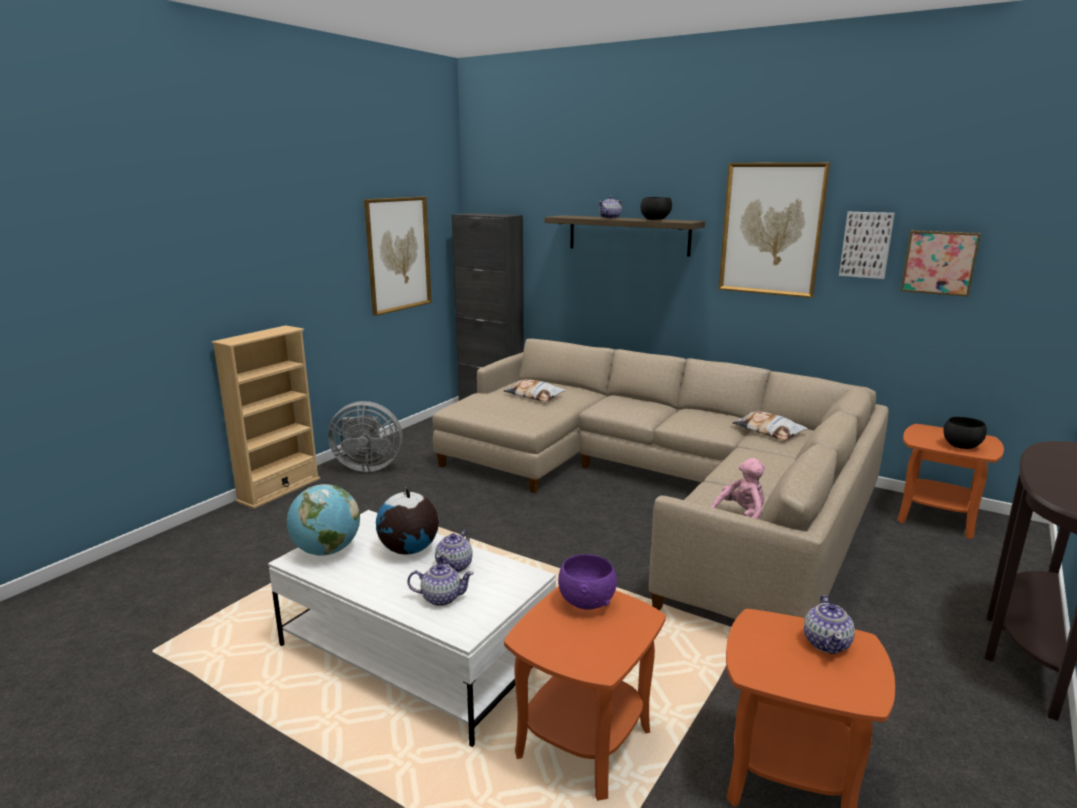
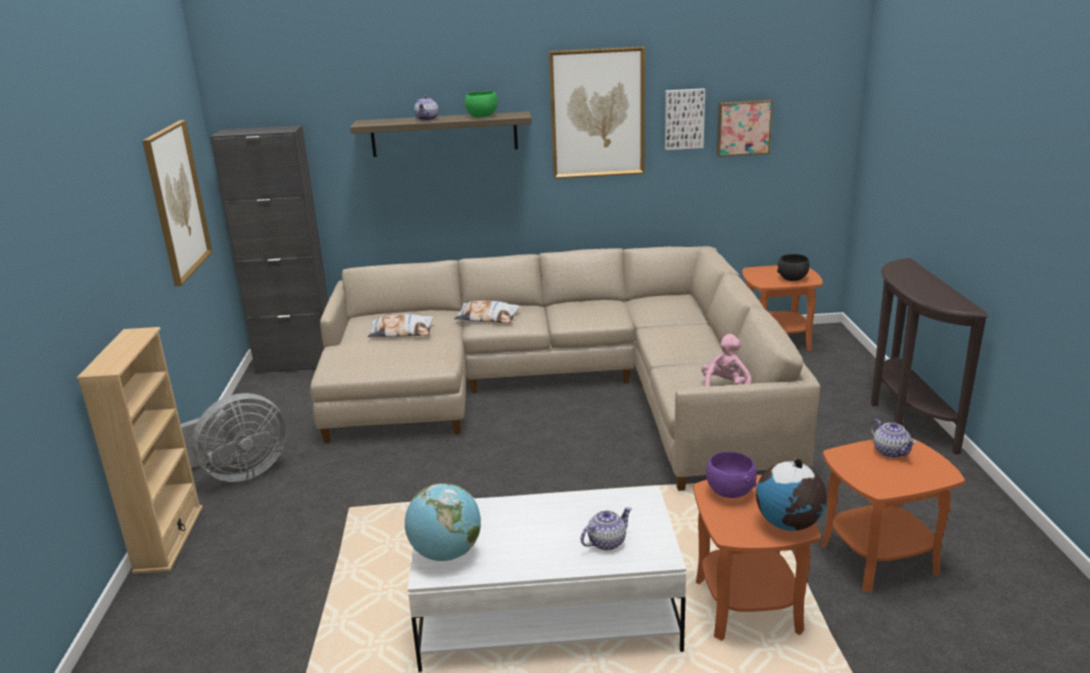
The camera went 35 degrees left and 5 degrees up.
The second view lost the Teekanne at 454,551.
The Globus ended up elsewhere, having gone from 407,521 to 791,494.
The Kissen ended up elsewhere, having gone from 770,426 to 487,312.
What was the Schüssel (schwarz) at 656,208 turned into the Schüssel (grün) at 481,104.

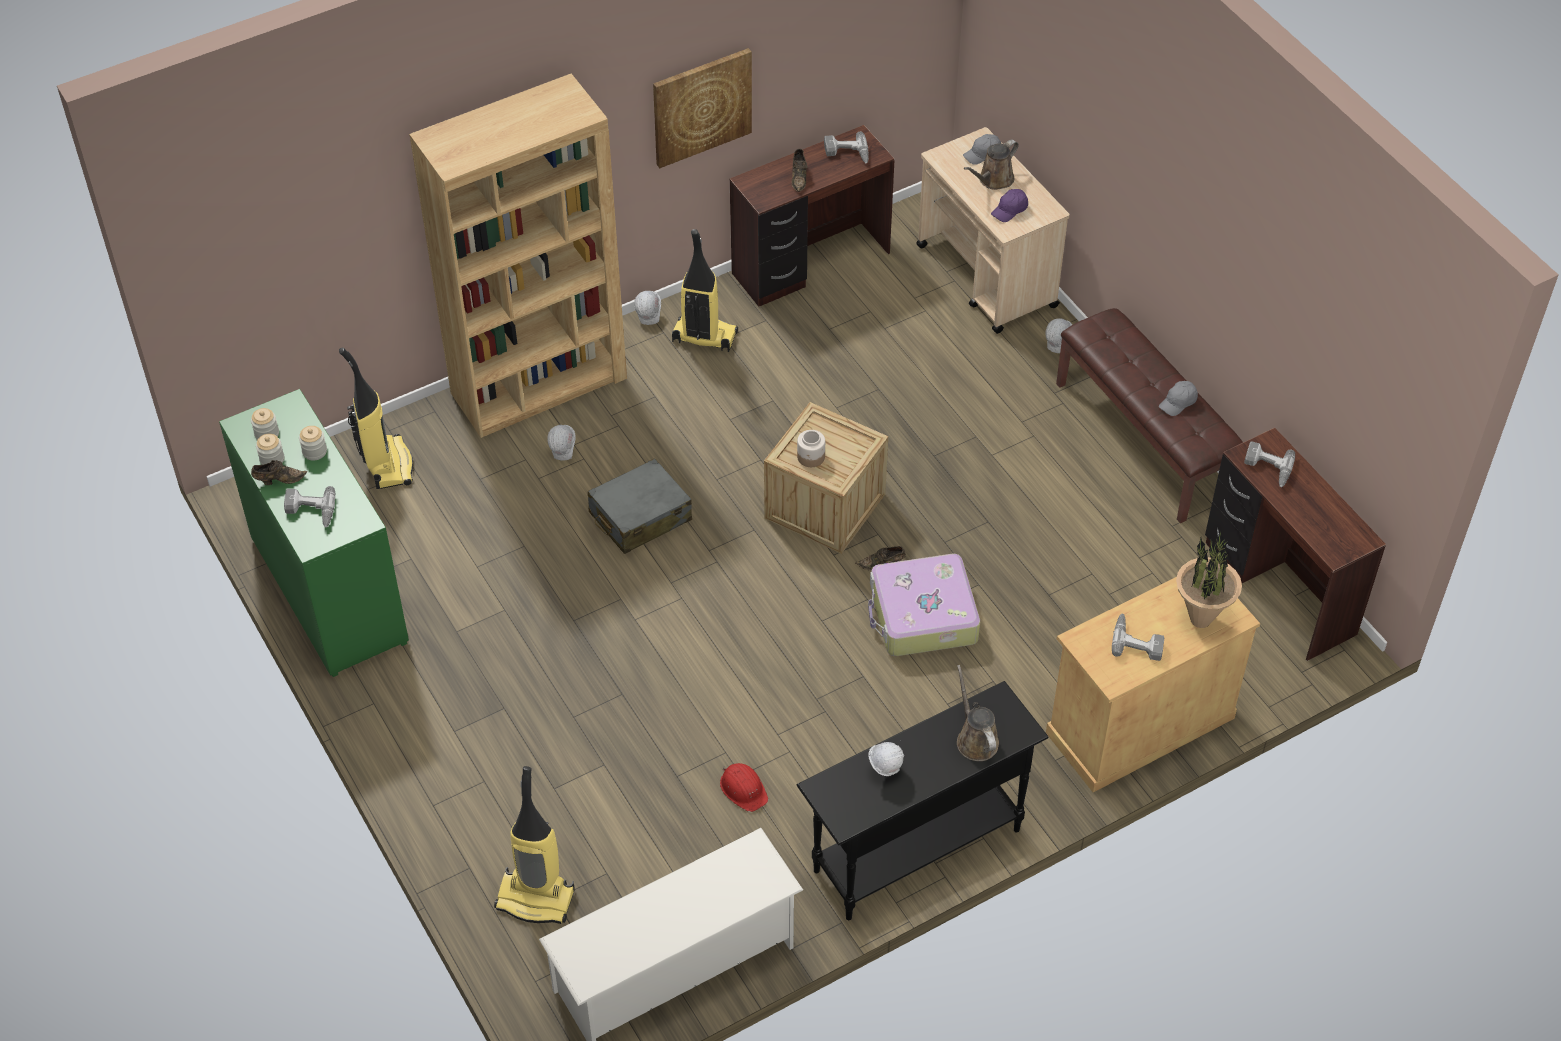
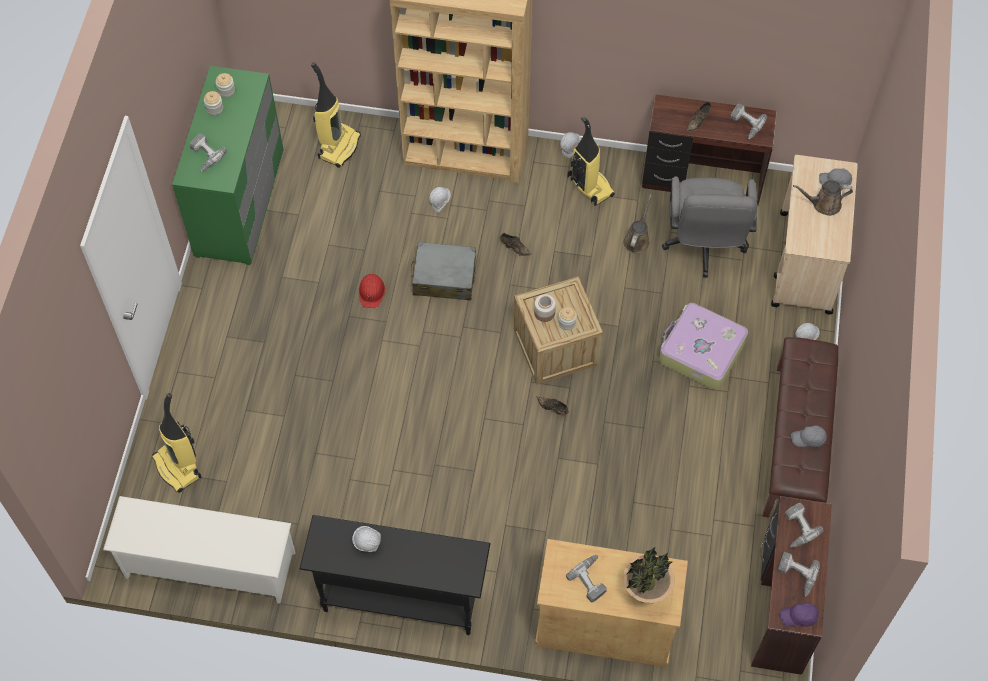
The camera went 40 degrees right and 10 degrees up.
The second view lost the Bild at 702,108.
The second view gained the Bürostuhl (grau) at 710,226.
The second view gained the Bohrmaschine at 799,574.
The Schuh (braun) ended up elsewhere, having gone from 279,472 to 516,244.
The Vorratsglas ended up elsewhere, having gone from 313,443 to 567,318.
The Schutzhelm (rot) ended up elsewhere, having gone from 744,787 to 372,290.
The Koffer ended up elsewhere, having gone from 924,605 to 703,346.
The Gießkanne (braun) ended up elsewhere, having gone from 978,713 to 637,223.
The Kappe (lila) ended up elsewhere, having gone from 1009,205 to 799,614.

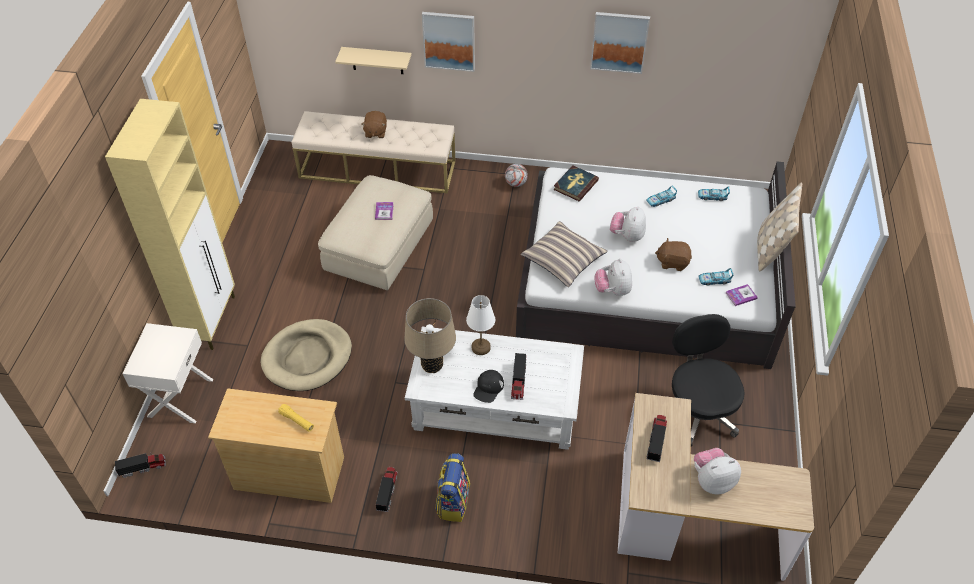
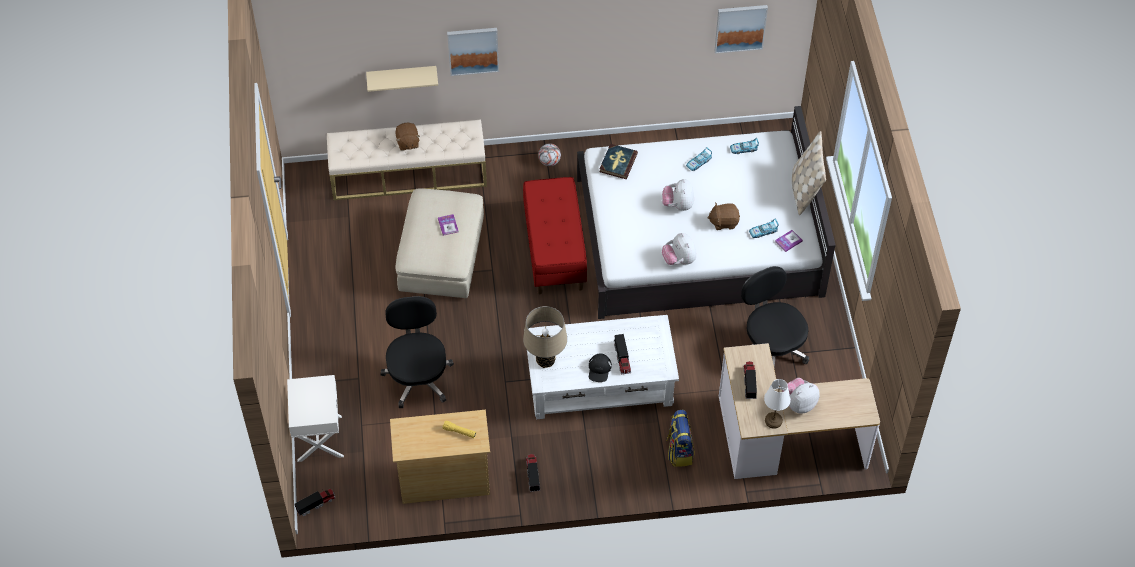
The camera went 15 degrees left and 5 degrees up.
The second view lost the Schrank (beige) at 170,224.
The second view lost the Kissen at 564,254.
The second view gained the Bank (rot) at 555,235.
The Rucksack ended up elsewhere, having gone from 453,487 to 680,438.
The Tischlampe (weiß) ended up elsewhere, having gone from 480,325 to 777,404.
The Bild ended up elsewhere, having gone from 620,43 to 741,29.
Where the Hundebett (beige) stood at 306,355, the Bürostuhl (schwarz) came to stand at 417,352.

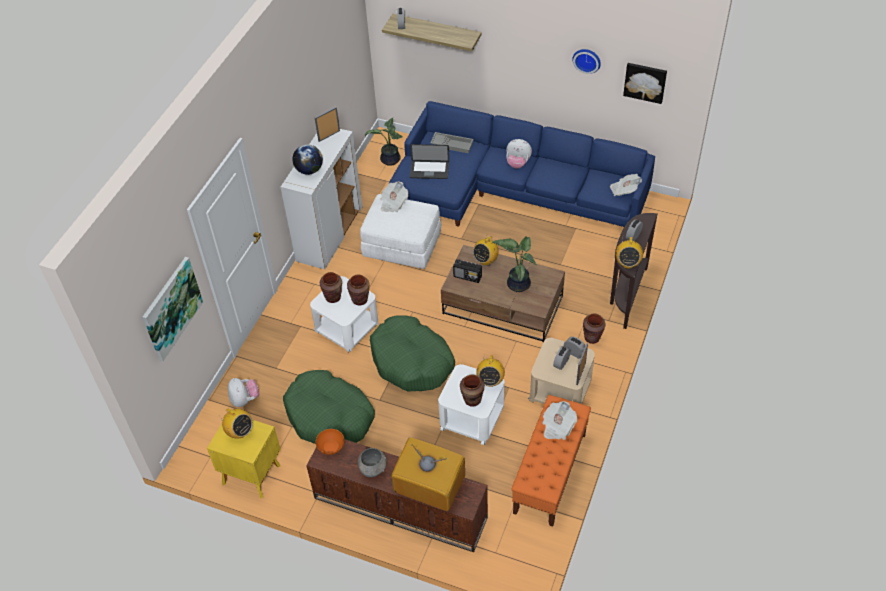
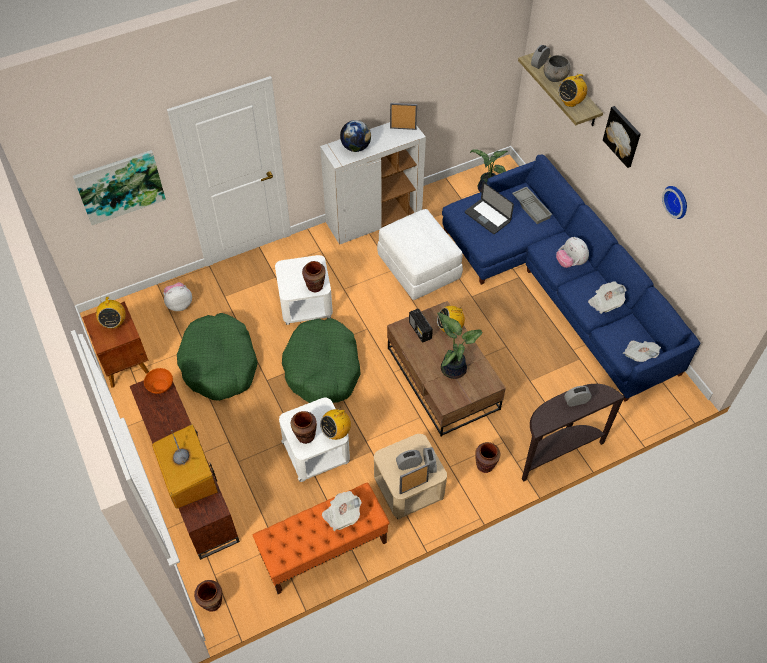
The camera went 40 degrees right and 5 degrees up.
The Vase (braun) ended up elsewhere, having gone from 331,287 to 208,596.
The Schüssel (grau) ended up elsewhere, having gone from 372,462 to 557,68.
The Zeitung ended up elsewhere, having gone from 394,196 to 607,297.
The Radio ended up elsewhere, having gone from 629,253 to 573,90.
The Bild ended up elsewhere, having gone from 645,83 to 622,137.
What was the Nachttisch (gelb) at 244,459 turned into the Nachttisch (braun) at 115,344.
The Plüschtier at 243,392 ended up facing another way, 135 degrees counterclockwise from before.

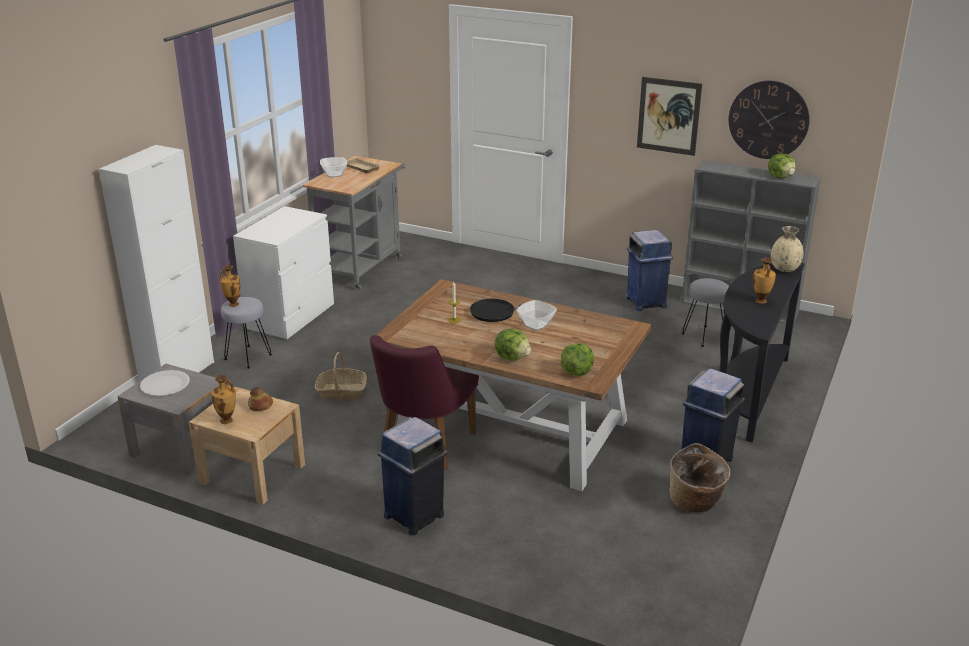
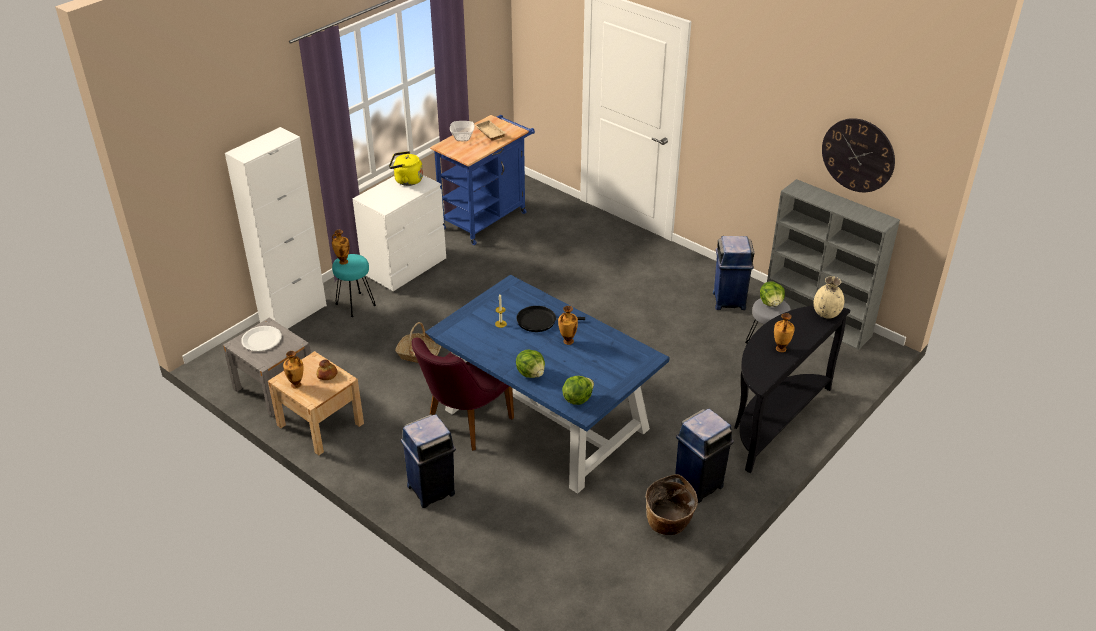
The camera went 15 degrees right and 10 degrees up.
The second view lost the Bild at 669,116.
The second view gained the Wasserkessel (gelb) at 406,168.
The Salatkopf ended up elsewhere, having gone from 782,166 to 772,294.
Where the Schüssel stood at 536,315, the Vase came to stand at 568,325.
What was the Hocker (grau) at 246,333 turned into the Hocker (türkis) at 354,285.
What was the Rollwagen (grau) at 354,223 turned into the Rollwagen (blau) at 482,180.
What was the Esstisch (braun) at 513,385 turned into the Esstisch (blau) at 547,384.

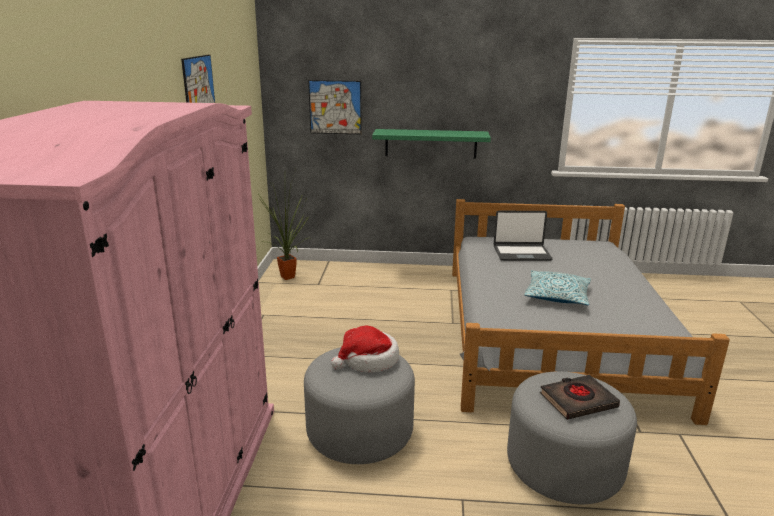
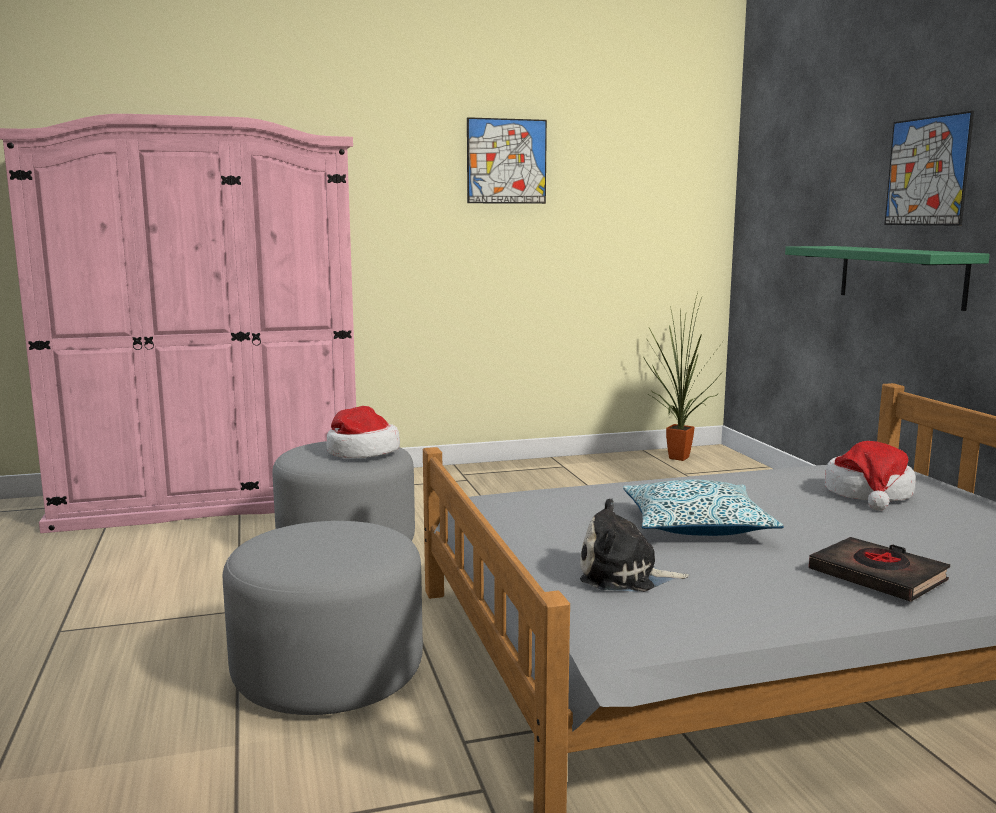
The camera went 70 degrees right and 10 degrees down.
The second view gained the Plüschtier at 634,545.
The Bild ended up elsewhere, having gone from 335,107 to 929,168.
The Buch (schwarz) ended up elsewhere, having gone from 580,397 to 879,569.
Where the Laptop stood at 523,236, the Hut came to stand at 870,475.

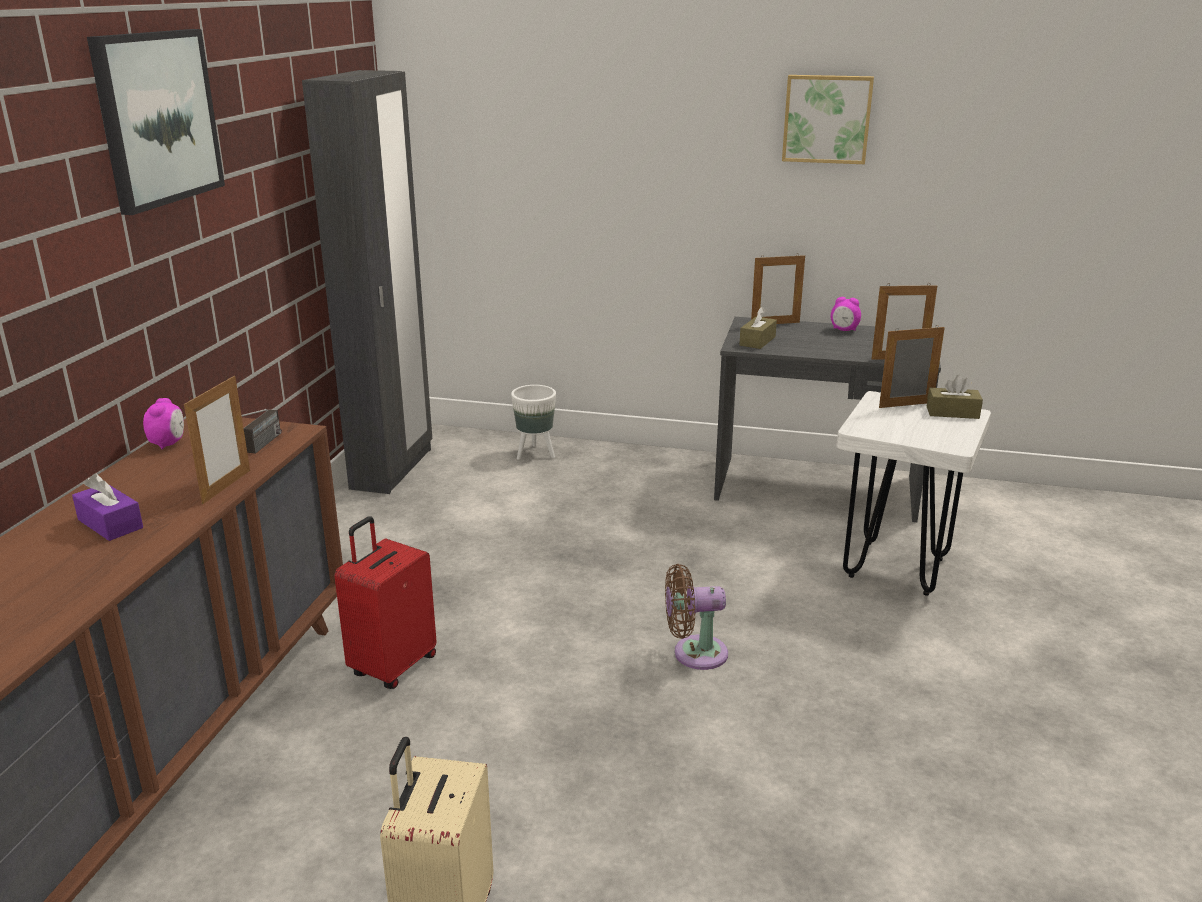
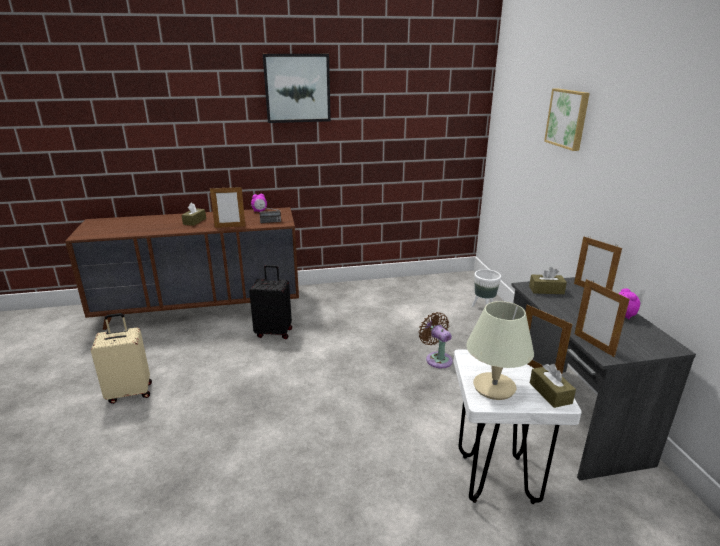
The camera went 65 degrees right and 0 degrees up.
The second view lost the Kleiderschrank (schwarz) at 367,282.
The second view gained the Tischlampe (beige) at 500,350.
The Ventilator (braun) ended up elsewhere, having gone from 696,617 to 436,340.
The Bild ended up elsewhere, having gone from 828,119 to 567,120.
What was the Taschentuchbox (lila) at 107,507 turned into the Taschentuchbox (braun) at 194,214.
What was the Koffer (rot) at 385,602 turned into the Koffer (schwarz) at 270,302.

